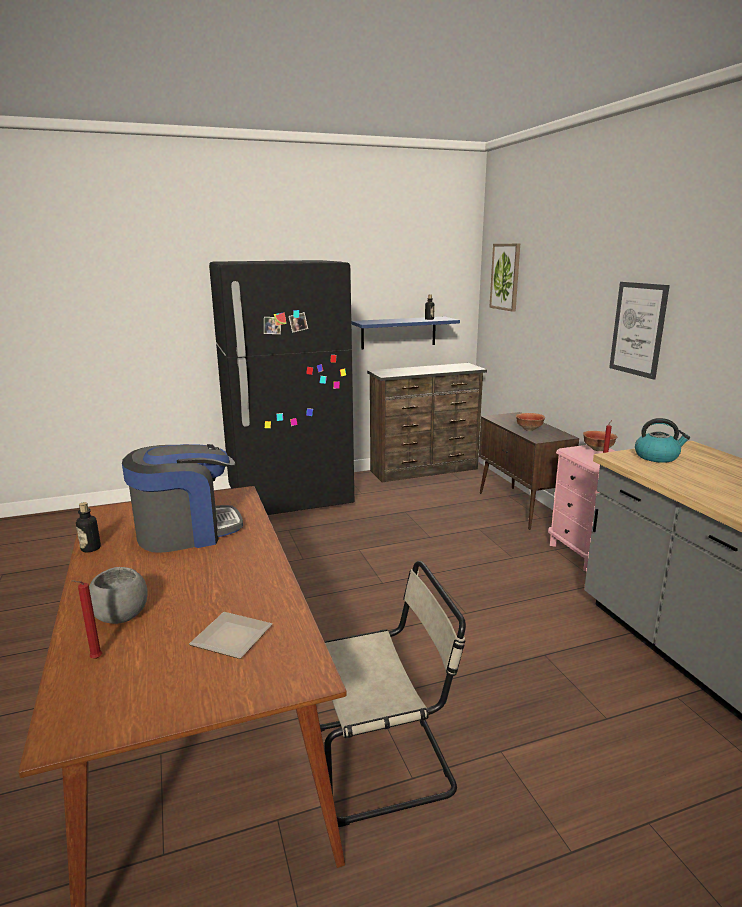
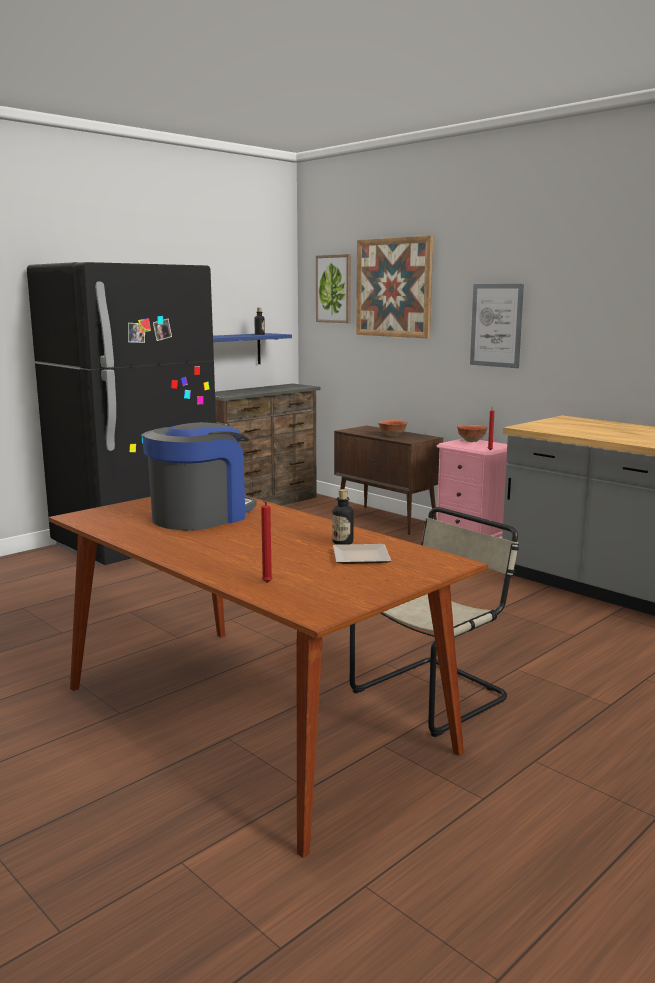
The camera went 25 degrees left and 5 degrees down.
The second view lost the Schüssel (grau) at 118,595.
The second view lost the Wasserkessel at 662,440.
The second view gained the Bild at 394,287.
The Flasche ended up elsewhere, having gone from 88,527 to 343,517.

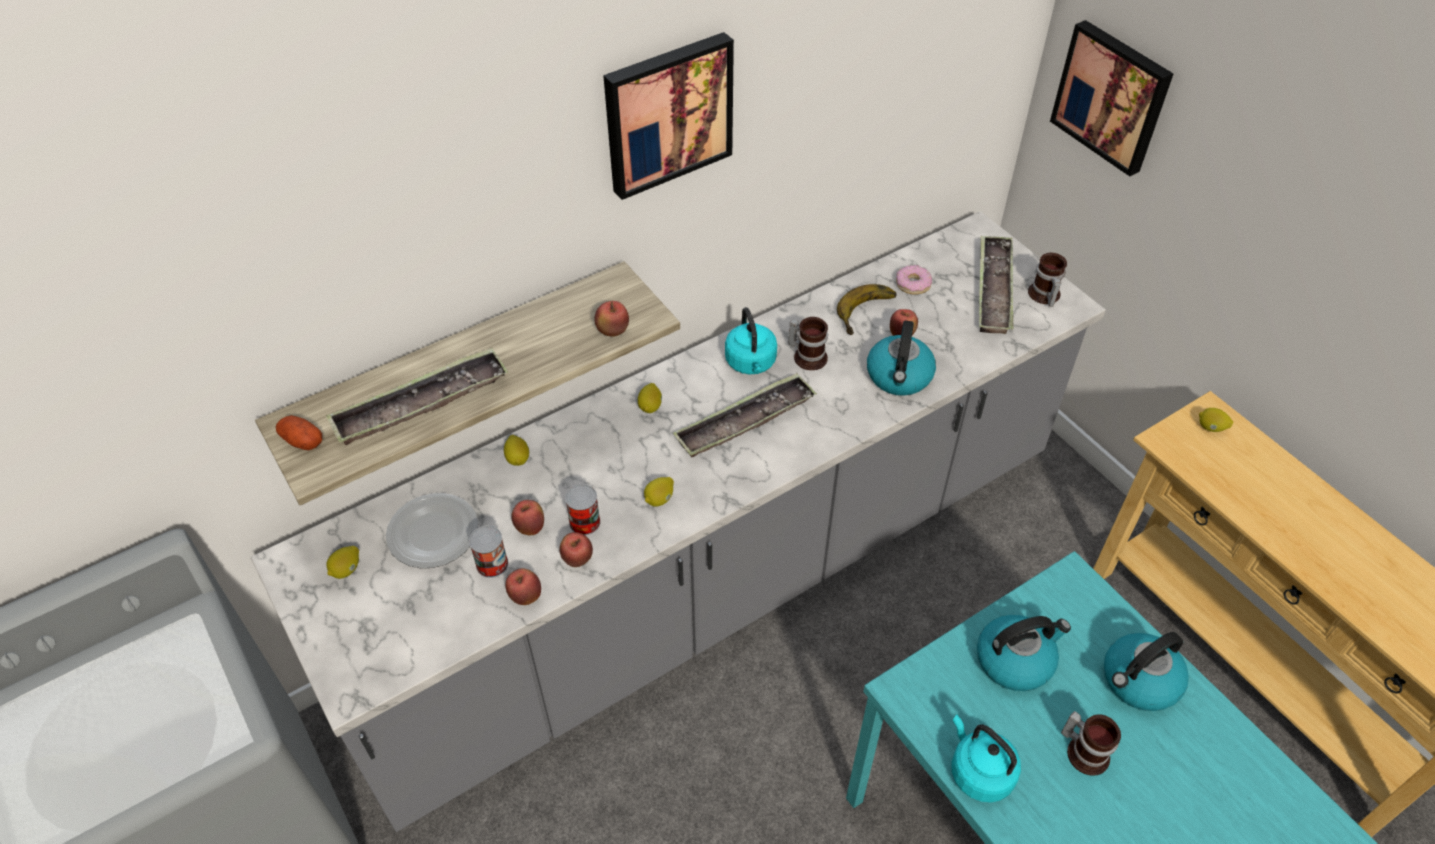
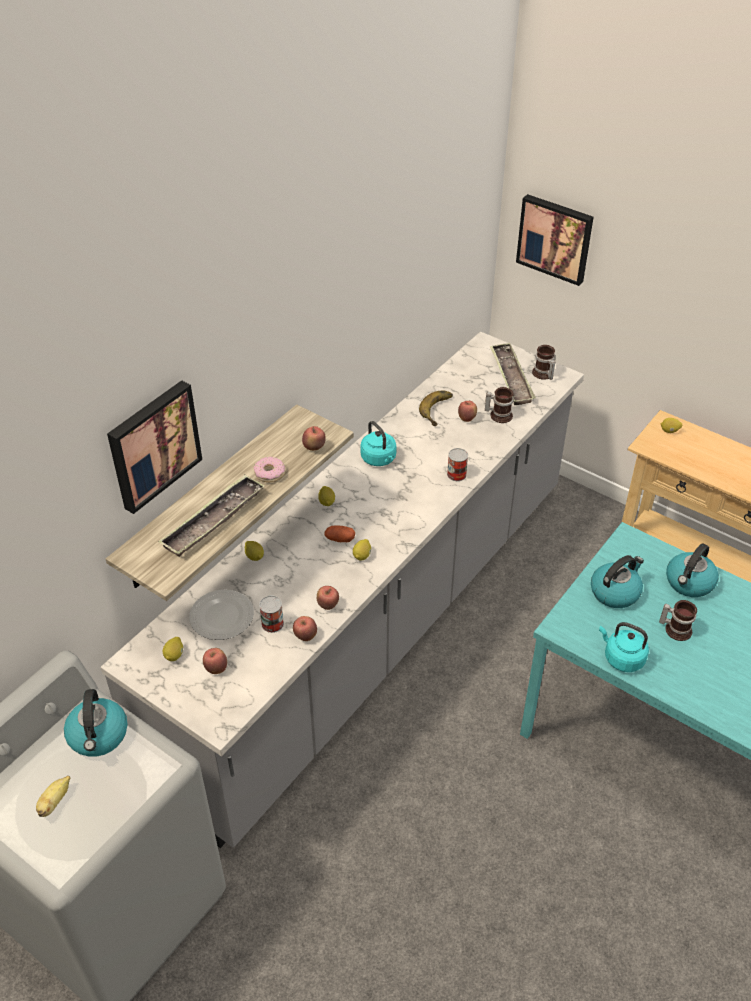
The camera went 20 degrees left and 5 degrees down.
The second view lost the Tablett at 745,415.
The second view gained the Banane at 53,796.
The Kartoffel ended up elsewhere, having gone from 299,432 to 339,534.
The Apfel ended up elsewhere, having gone from 527,517 to 215,661.
The Dose ended up elsewhere, having gone from 583,509 to 457,464.
The Bild ended up elsewhere, having gone from 668,116 to 154,447.
The Henkelbecher ended up elsewhere, having gone from 808,343 to 499,405.
The Wasserkessel ended up elsewhere, having gone from 901,358 to 96,723.
The Donut ended up elsewhere, having gone from 914,280 to 269,469.

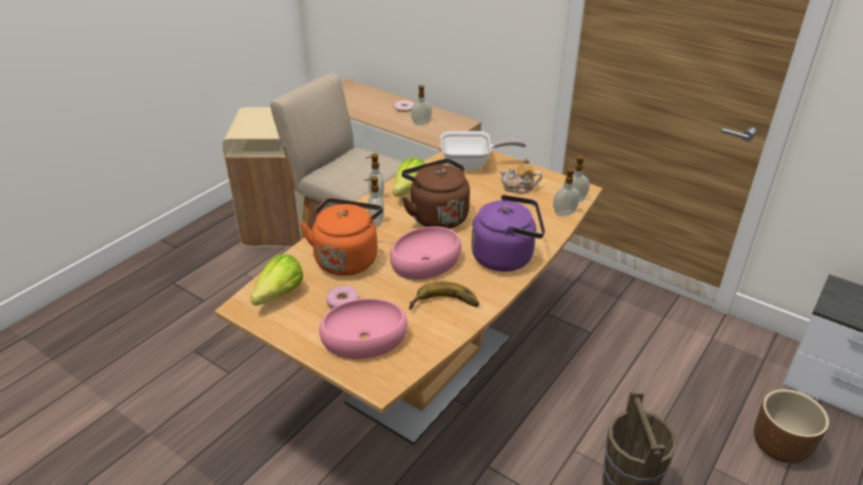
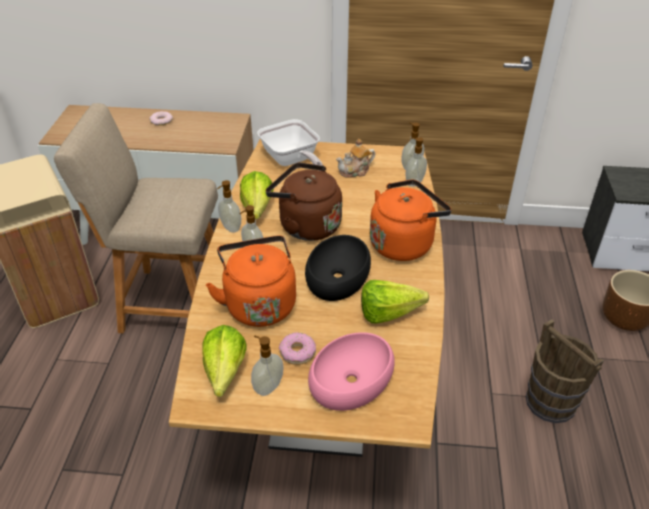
The camera went 30 degrees left and 5 degrees up.
The Seifenspender ended up elsewhere, having gone from 421,105 to 267,365.
Where the Banane stood at 444,296, the Salatkopf came to stand at 395,301.
What was the Schüssel (rosa) at 425,253 turned into the Schüssel (schwarz) at 338,268.
What was the Wasserkessel (lila) at 508,233 turned into the Wasserkessel (orange) at 411,220.
The Pfanne at 484,150 ended up facing another way, 90 degrees clockwise from before.

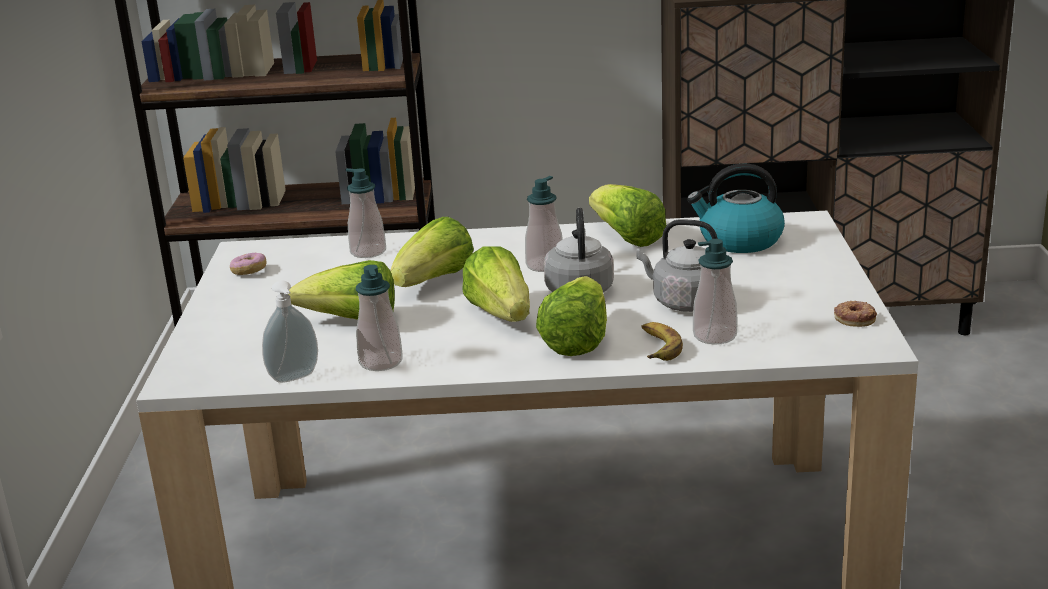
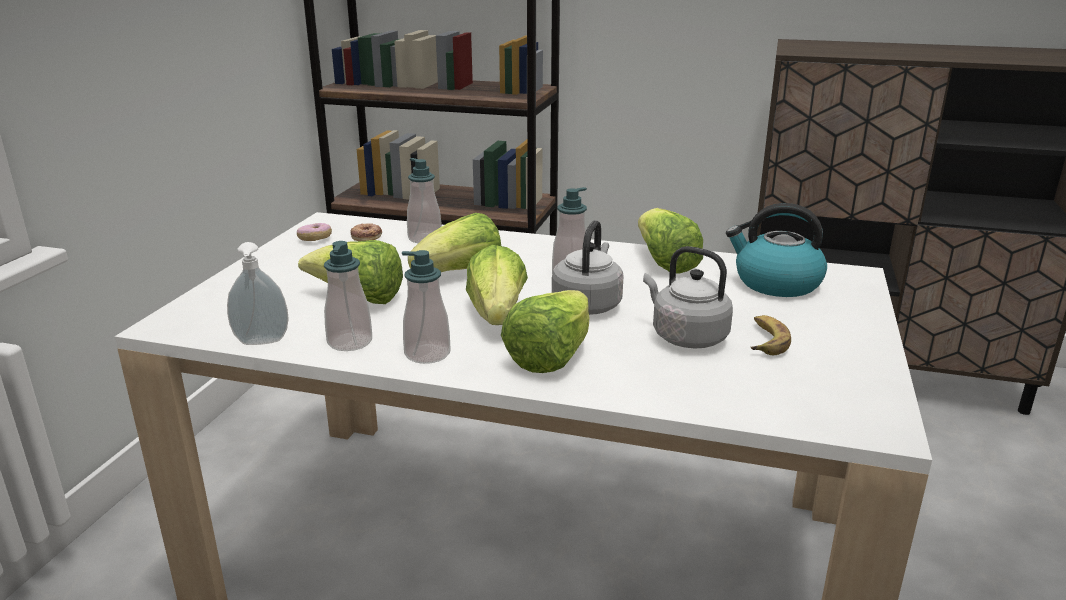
The camera went 15 degrees right and 0 degrees up.
The Banane ended up elsewhere, having gone from 662,341 to 771,335.
The Seifenspender ended up elsewhere, having gone from 715,292 to 426,307.
The Donut ended up elsewhere, having gone from 855,314 to 366,232.

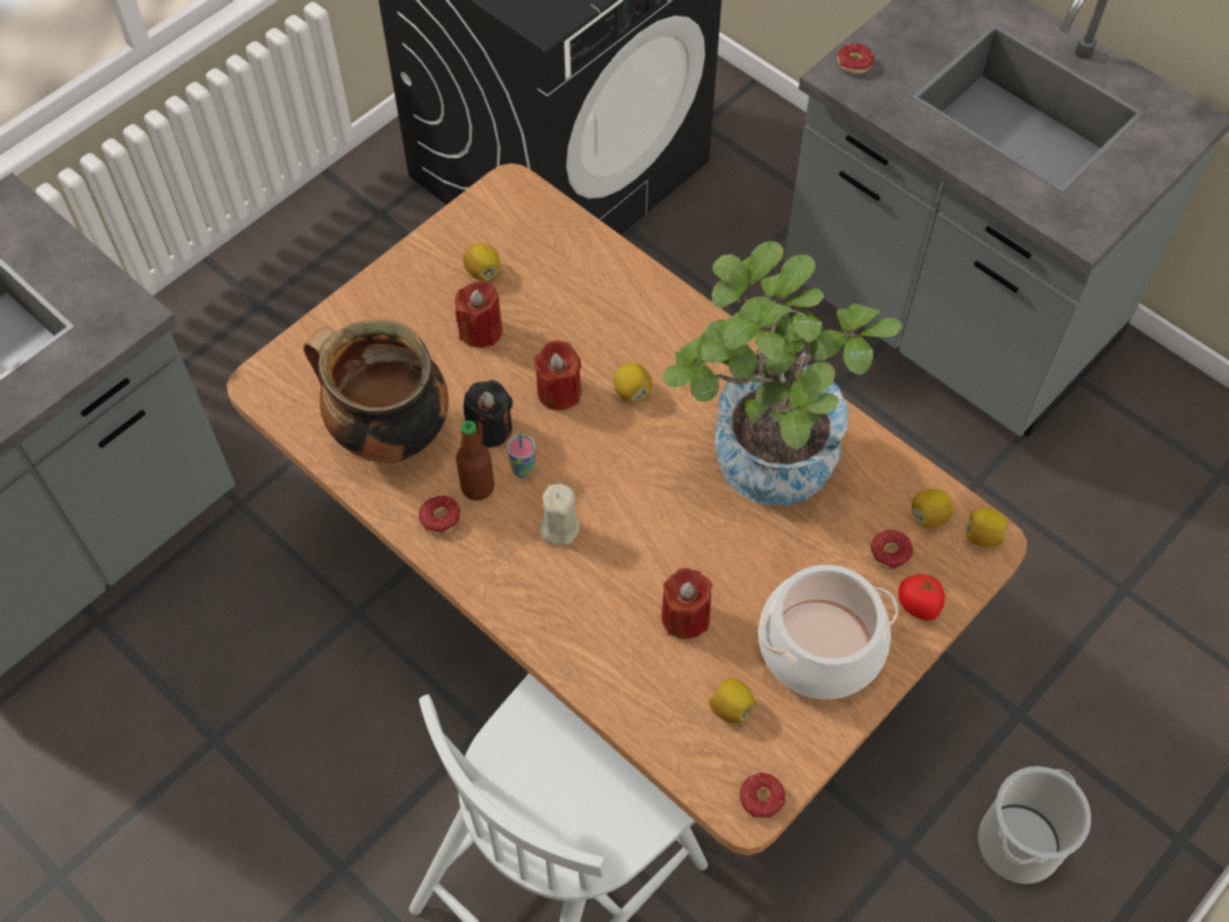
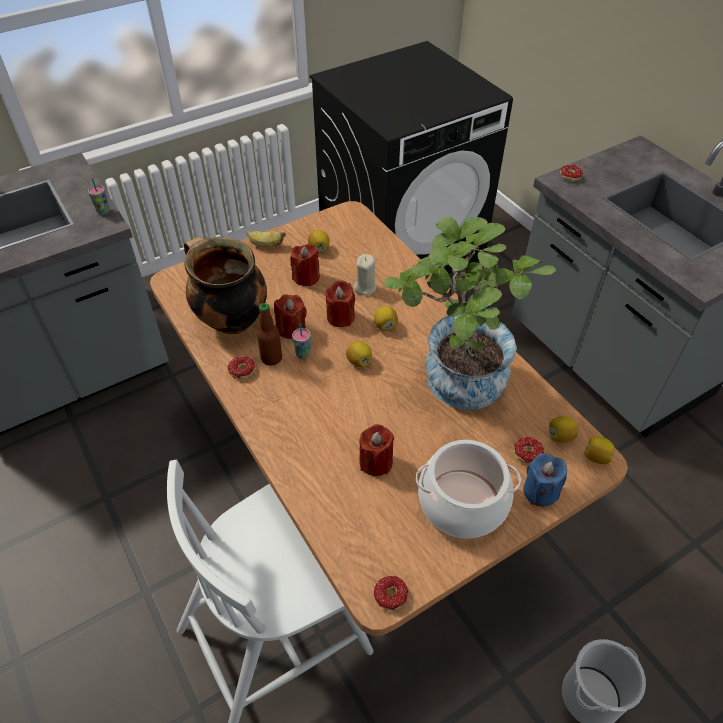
The camera went 15 degrees right and 10 degrees down.
The second view gained the Tasse at 99,196.
The second view gained the Banane at 266,239.
The Kerze (beige) ended up elsewhere, having gone from 560,514 to 365,275.
The Zitrone ended up elsewhere, having gone from 732,700 to 359,354.
Where the Tomate stood at 921,597, the Kerze (blau) came to stand at 545,480.
What was the Kerze (schwarz) at 488,414 turned into the Kerze (rot) at 290,317.

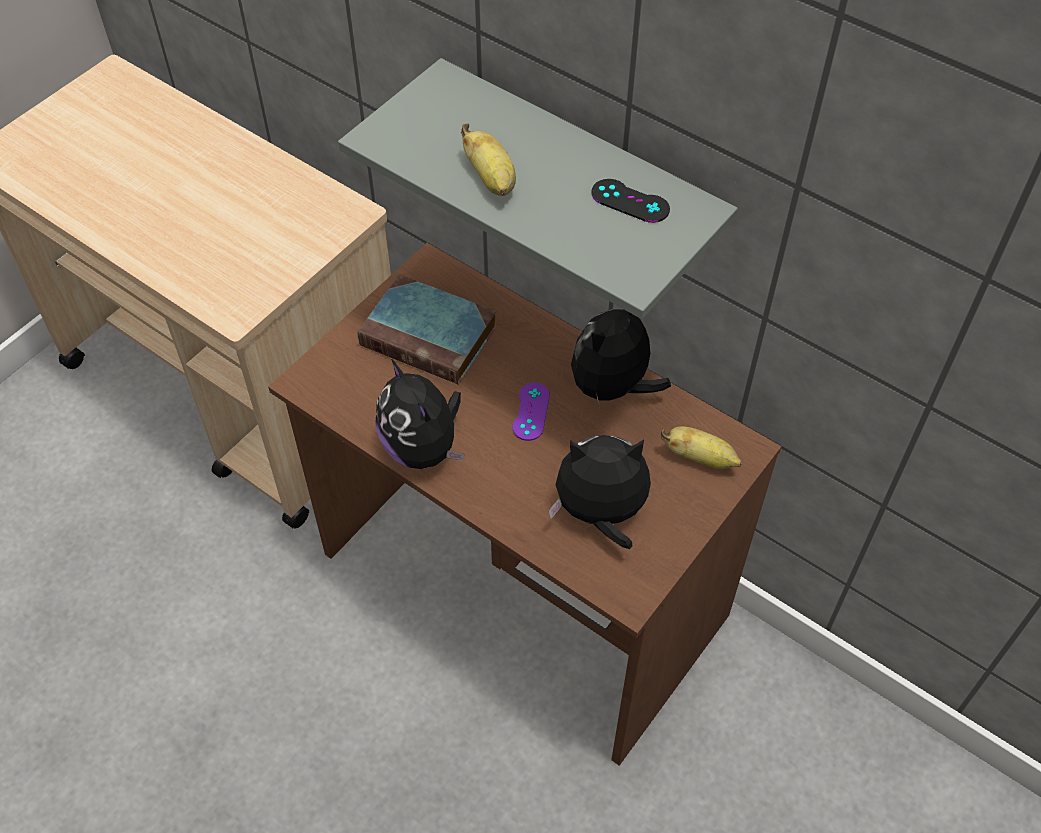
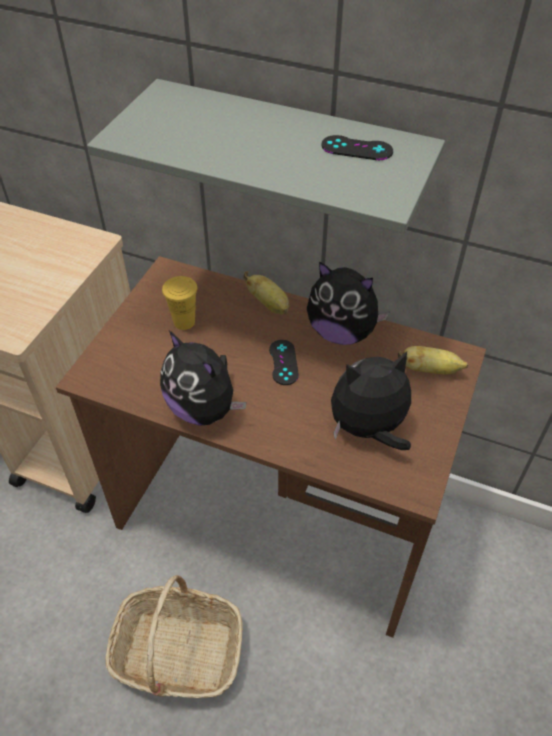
The camera went 15 degrees left and 5 degrees down.
The second view gained the Korb at 174,636.
The Banane ended up elsewhere, having gone from 488,159 to 266,292.
Where the Buch stood at 427,329, the Tasse (gelb) came to stand at 179,303.
What was the Gamepad (lila) at 531,412 turned into the Gamepad (schwarz) at 284,362.
The Plüschtier at 621,360 ended up facing another way, 90 degrees counterclockwise from before.

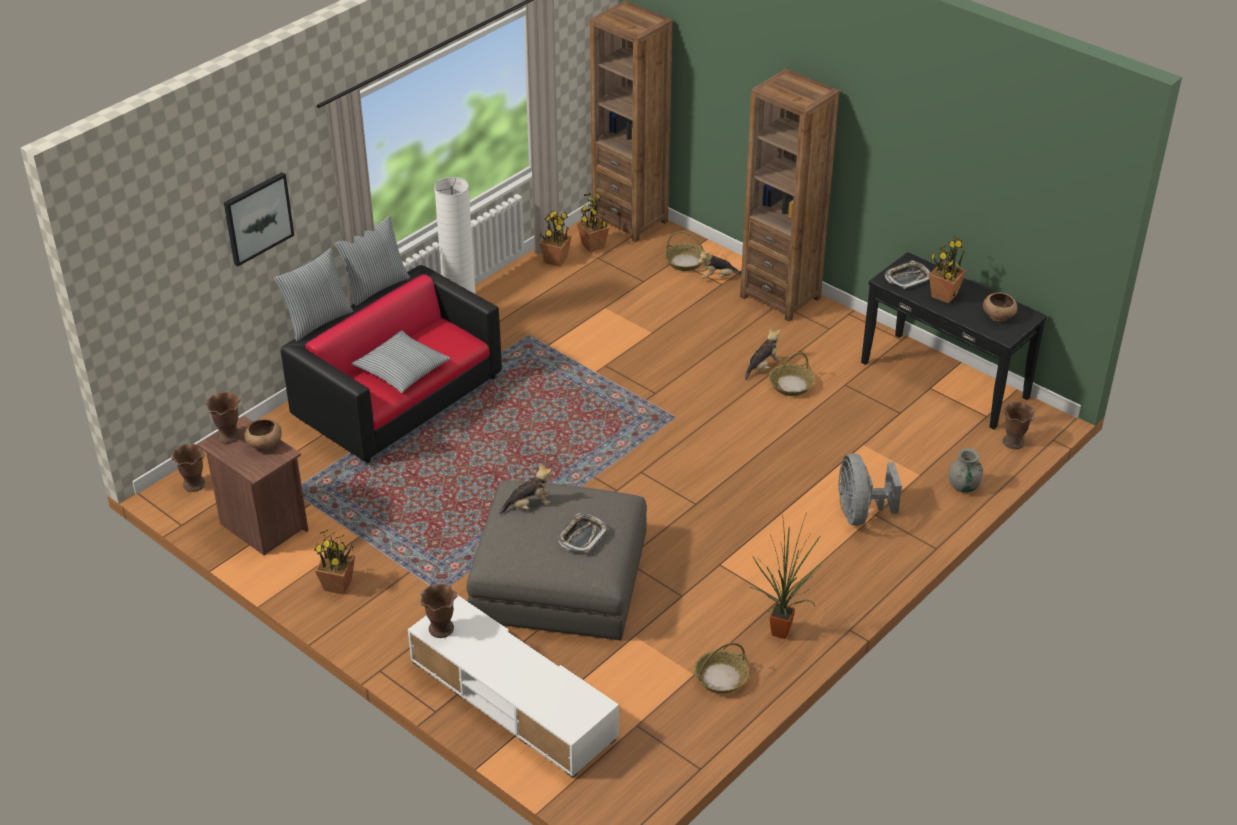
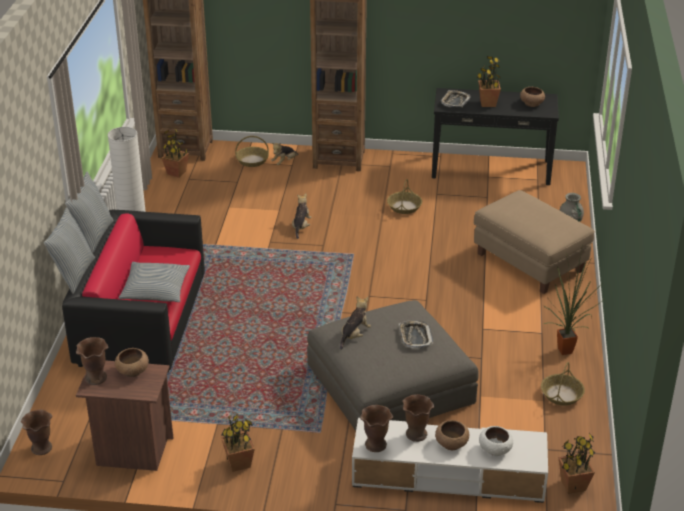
The camera went 35 degrees left and 5 degrees down.
The second view lost the Bild at 259,219.
The second view gained the Schüssel (braun) at 452,435.
The second view gained the Schüssel (weiß) at 496,441.
The Topfpflanze ended up elsewhere, having gone from 555,238 to 577,463.
The Plüschtier ended up elsewhere, having gone from 763,354 to 301,216.
The Vase (braun) ended up elsewhere, having gone from 1019,425 to 418,418.
Where the Ventilator (grau) stood at 870,489, the Polsterhocker (beige) came to stand at 534,242.

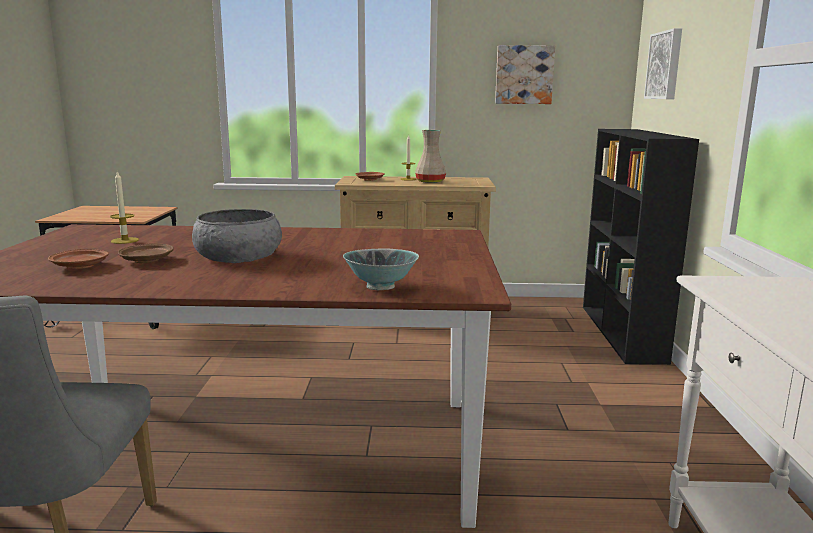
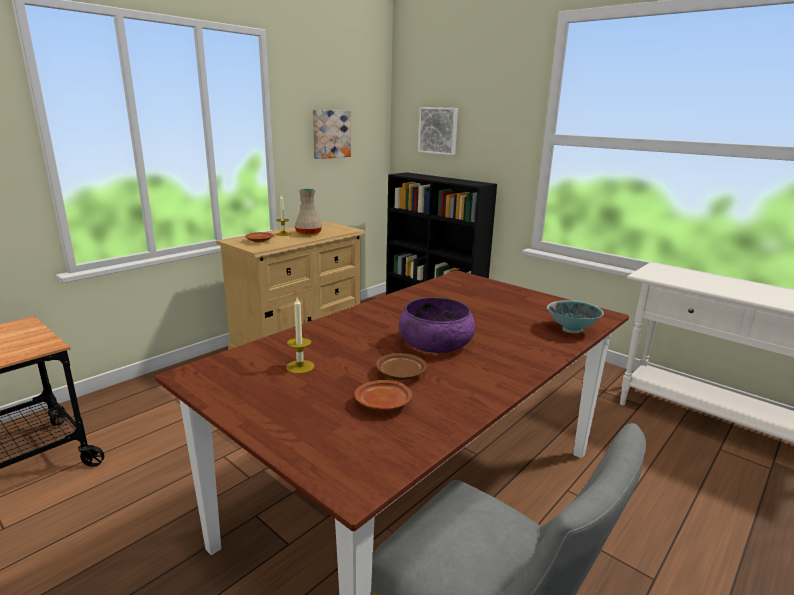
The camera went 50 degrees left and 5 degrees up.
What was the Schüssel (grau) at 237,236 turned into the Schüssel (lila) at 437,325.

